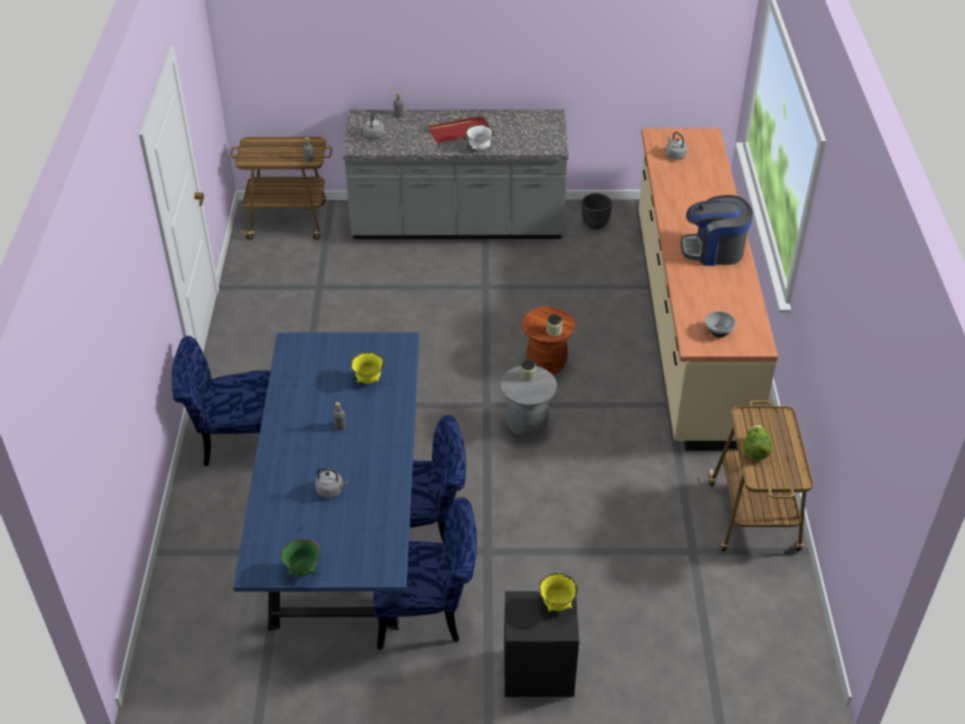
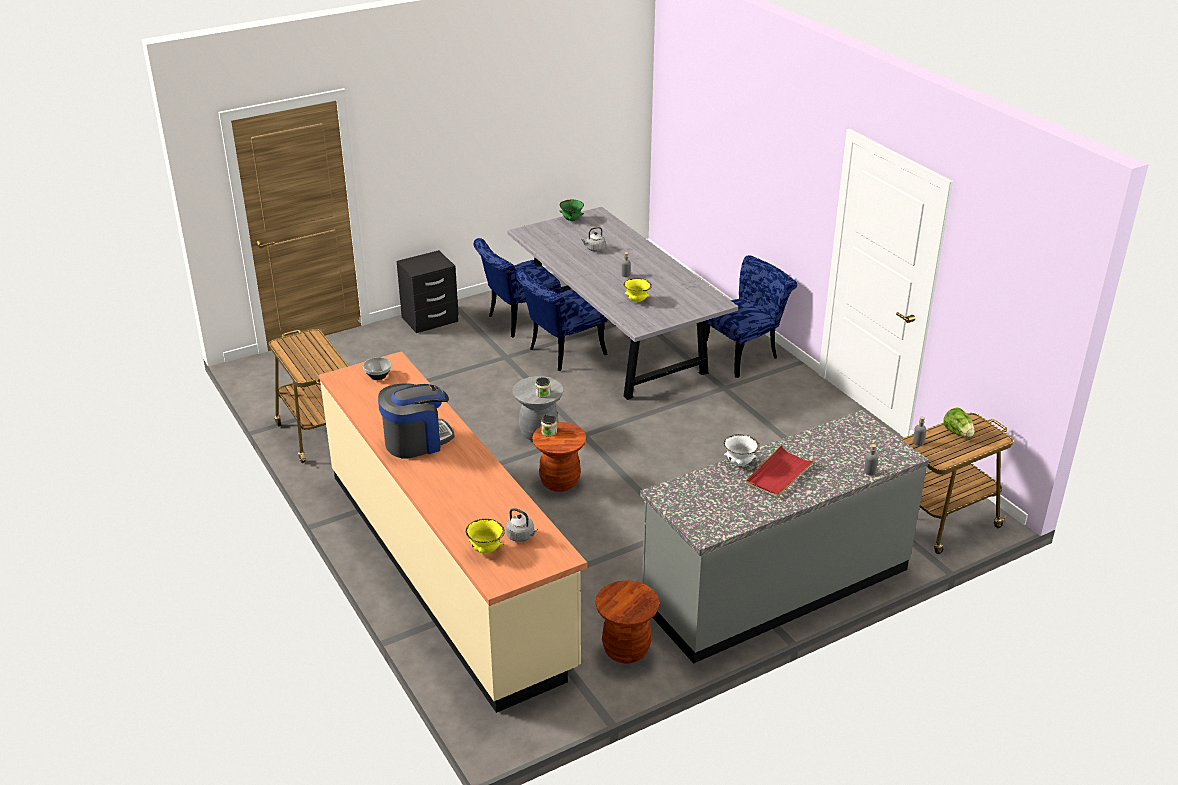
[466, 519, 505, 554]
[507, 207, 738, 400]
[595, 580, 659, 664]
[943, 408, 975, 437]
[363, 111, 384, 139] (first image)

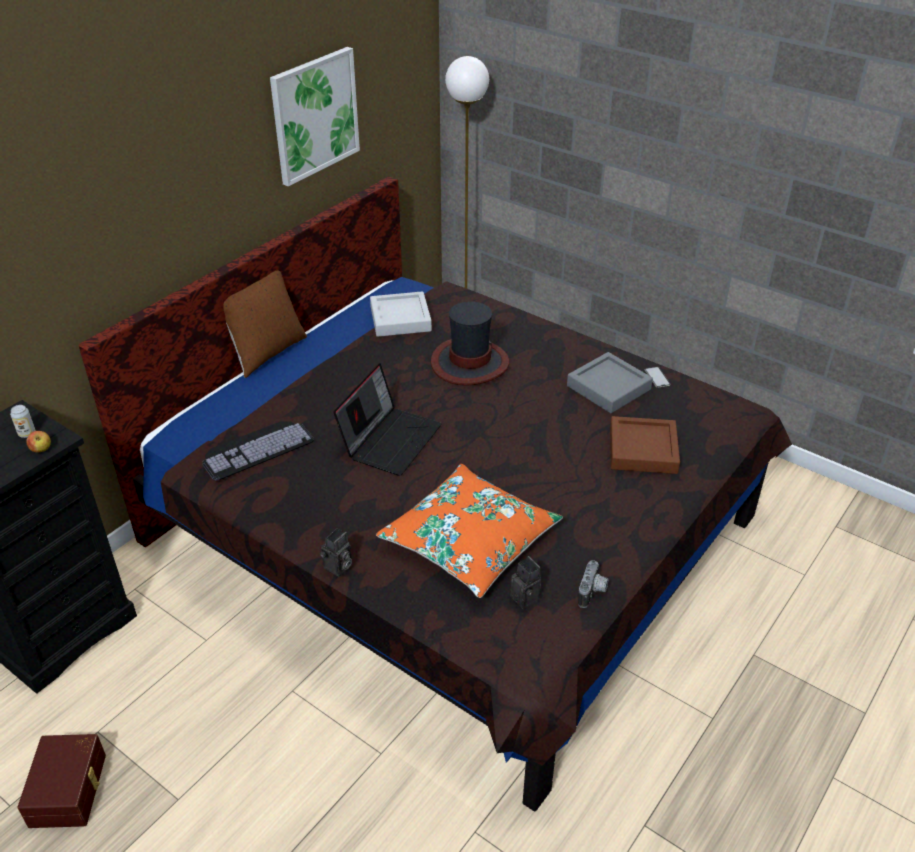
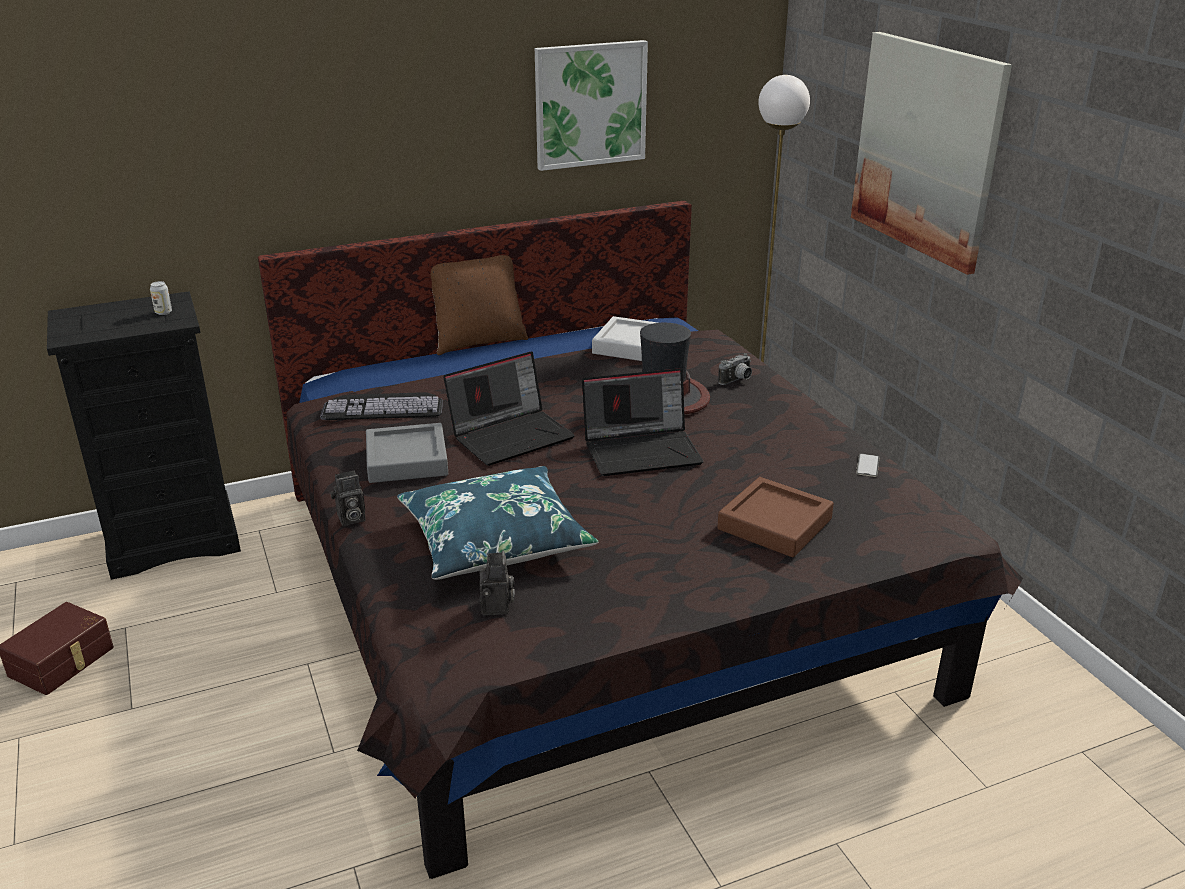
[366, 423, 448, 483]
[397, 466, 598, 580]
[582, 368, 704, 476]
[718, 353, 752, 385]
[851, 32, 1012, 275]
[26, 431, 51, 453] (first image)

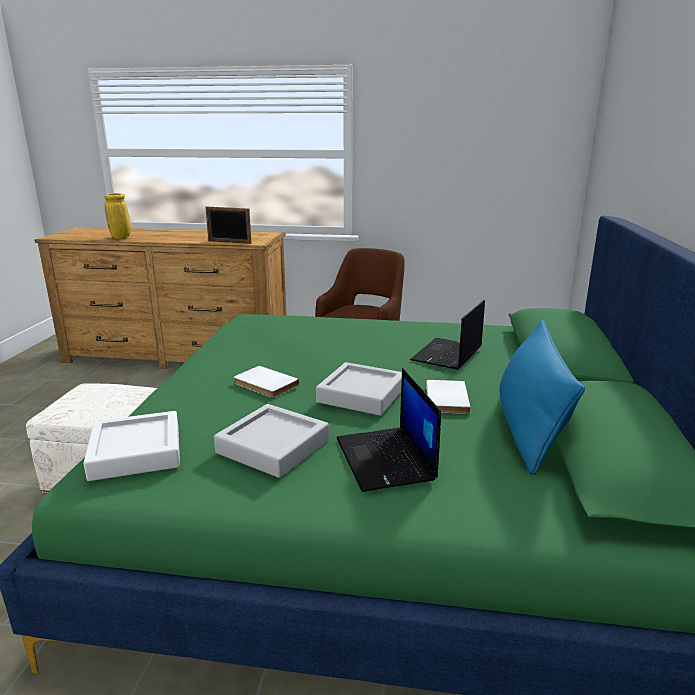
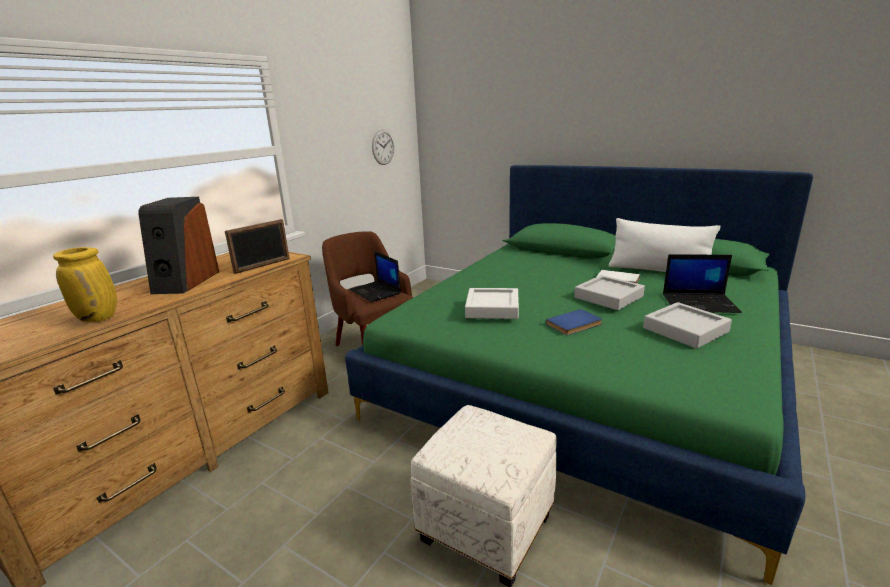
[138, 197, 219, 294]
[349, 251, 401, 302]
[372, 130, 394, 165]
[465, 288, 519, 319]
[546, 309, 602, 335]
[609, 218, 721, 272]

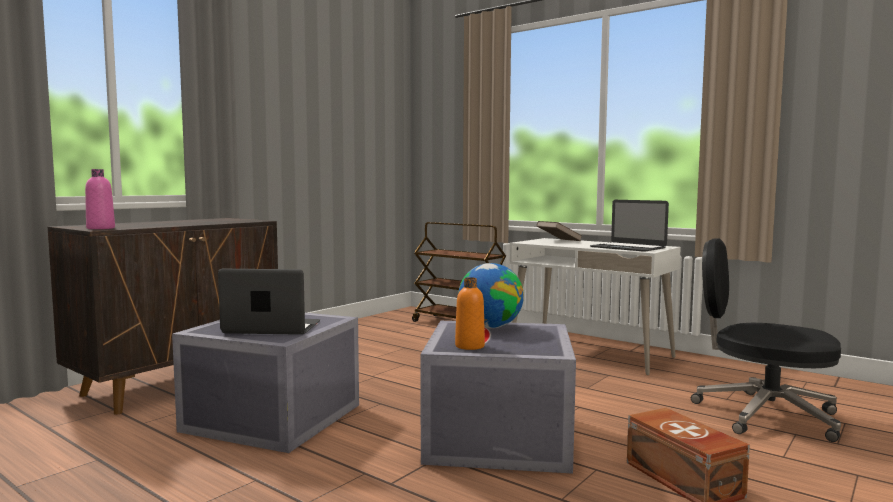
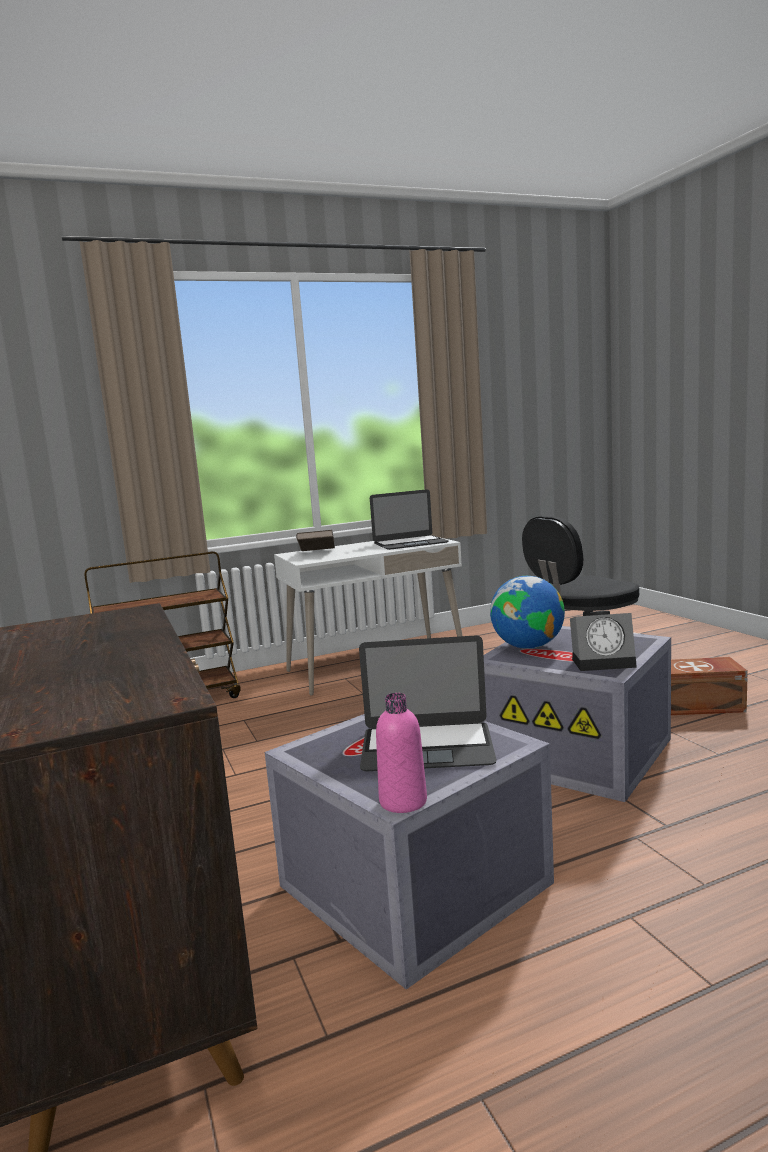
[359, 636, 497, 771]
[376, 693, 427, 813]
[570, 611, 637, 671]

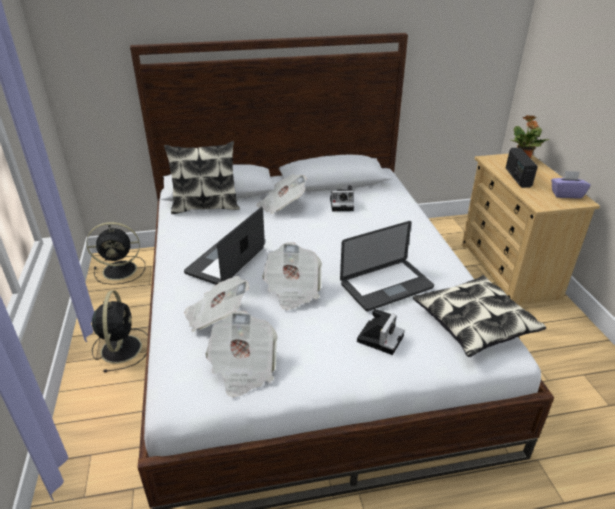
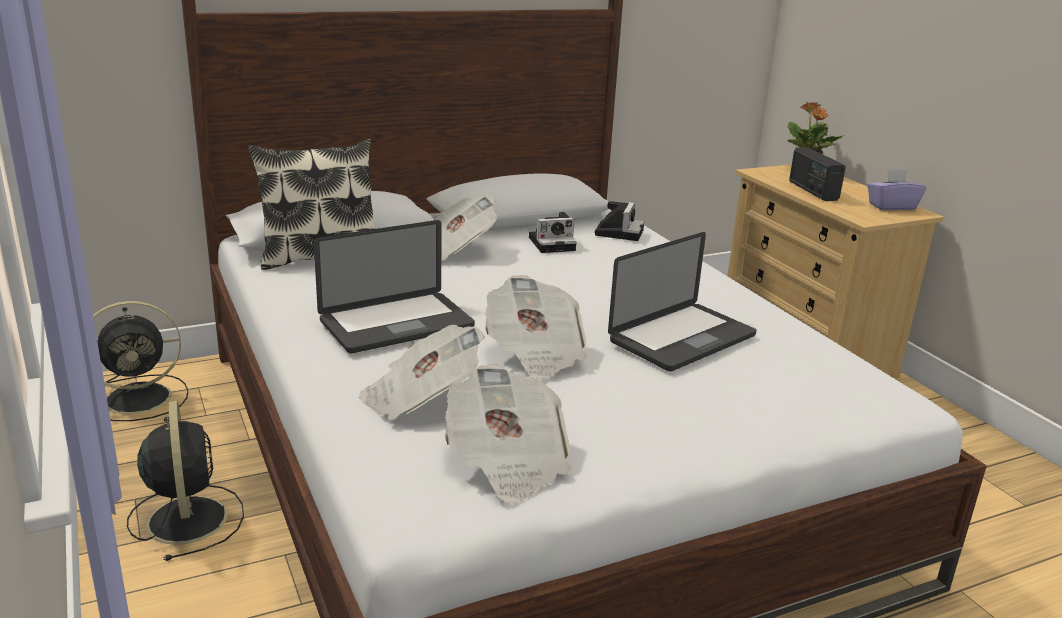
[314, 220, 475, 353]
[594, 201, 644, 241]
[413, 275, 546, 357] (first image)

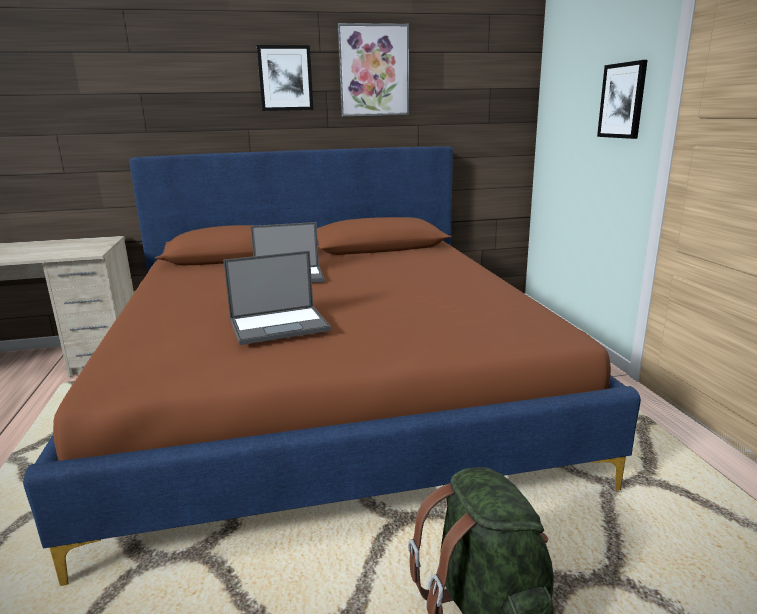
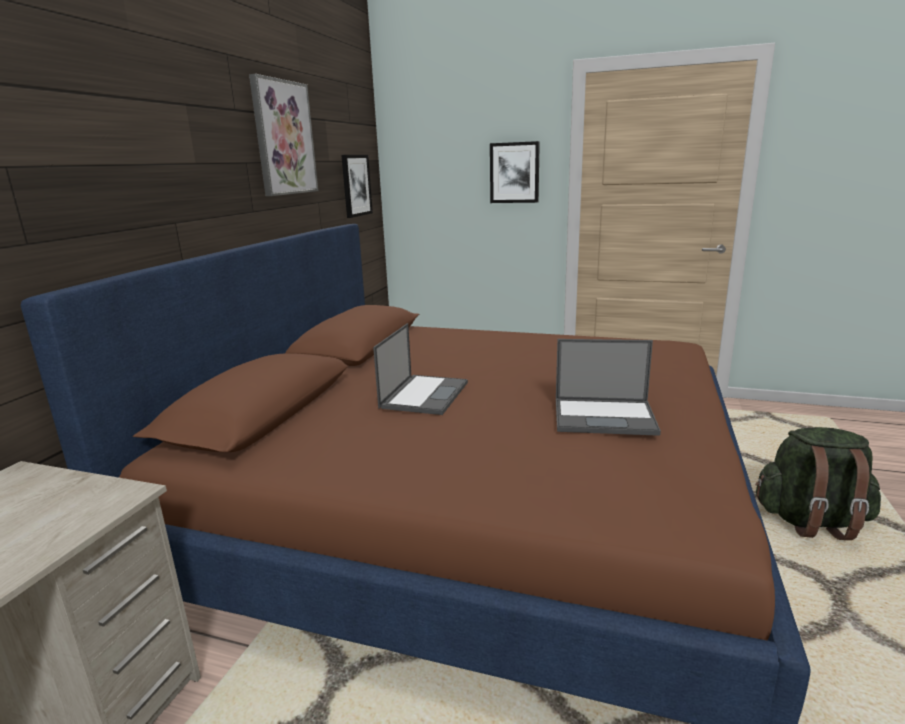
[341, 155, 373, 218]
[556, 339, 661, 436]

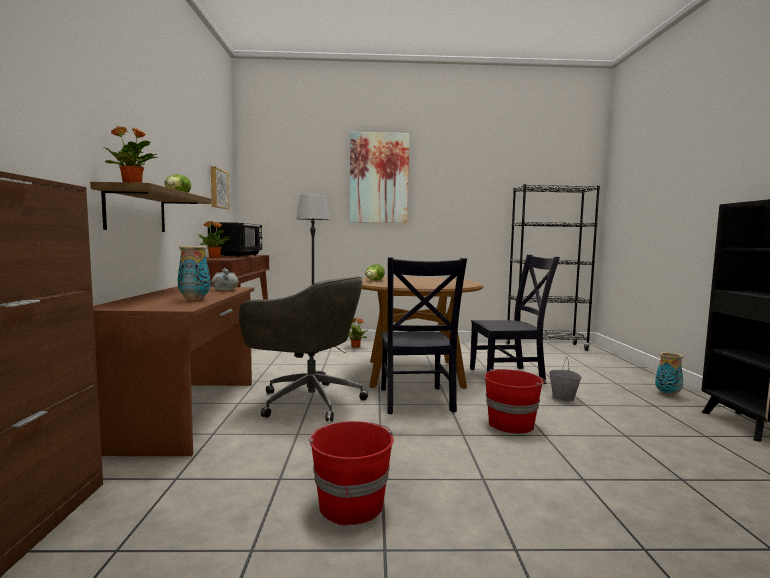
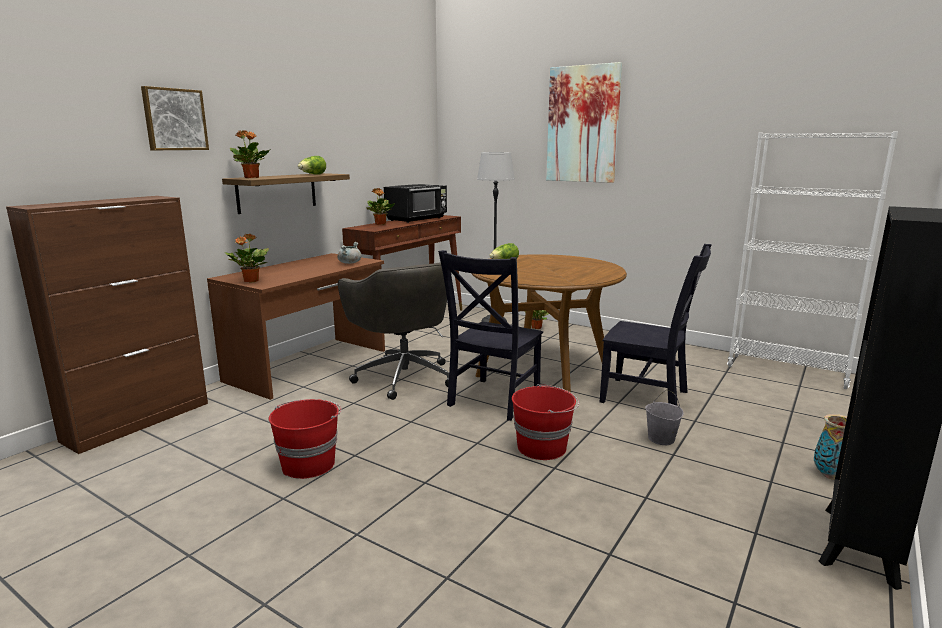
[141, 86, 209, 150]
[225, 234, 269, 282]
[727, 131, 898, 389]
[178, 246, 210, 301] (first image)

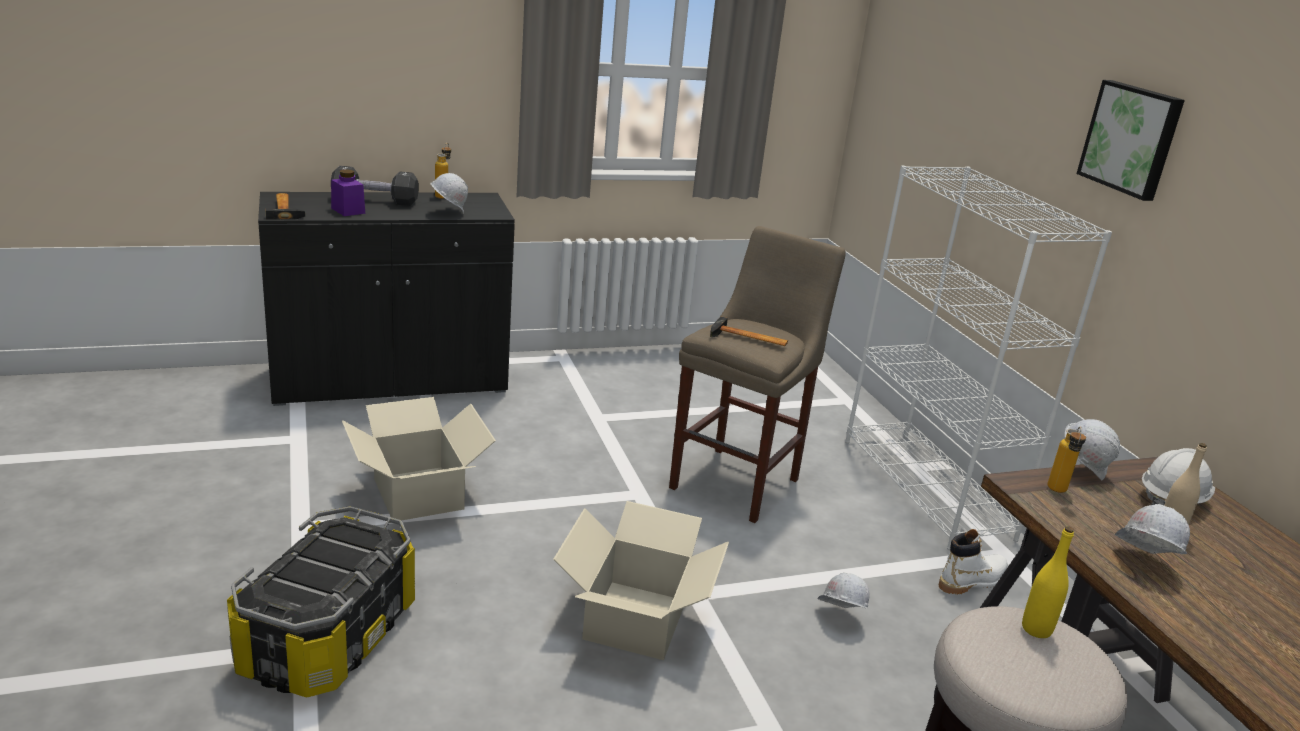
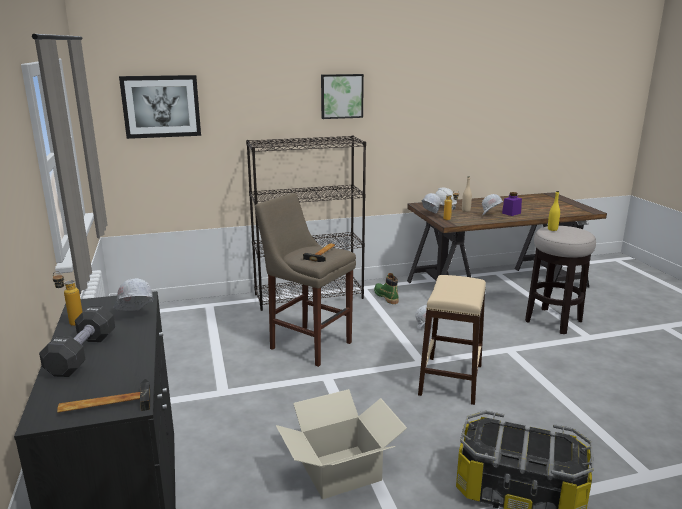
[119, 75, 201, 139]
[246, 135, 366, 311]
[374, 273, 399, 304]
[418, 275, 486, 405]
[502, 192, 522, 216]

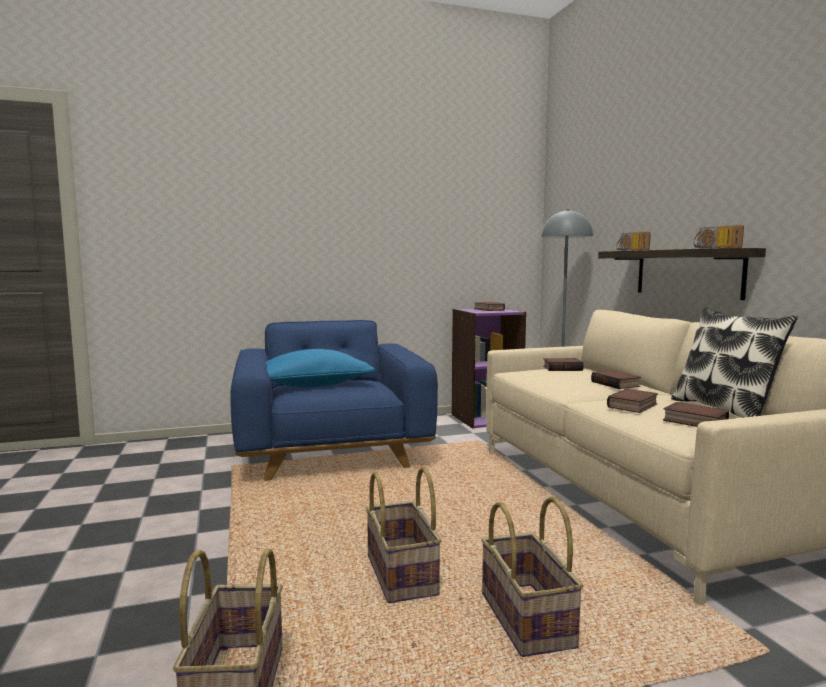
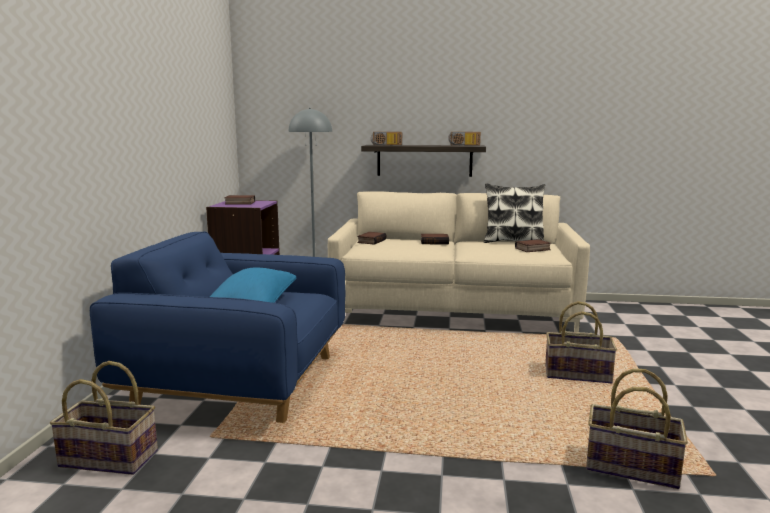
[50, 361, 158, 475]
[607, 389, 658, 413] (first image)

